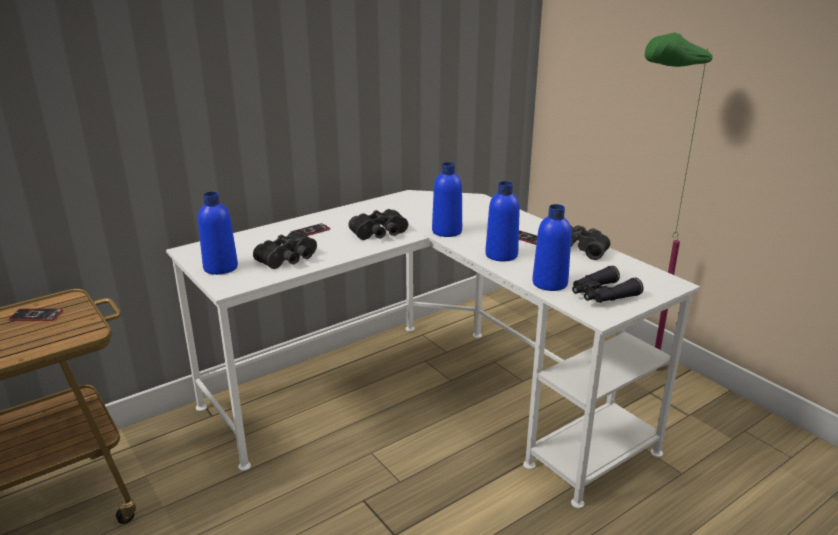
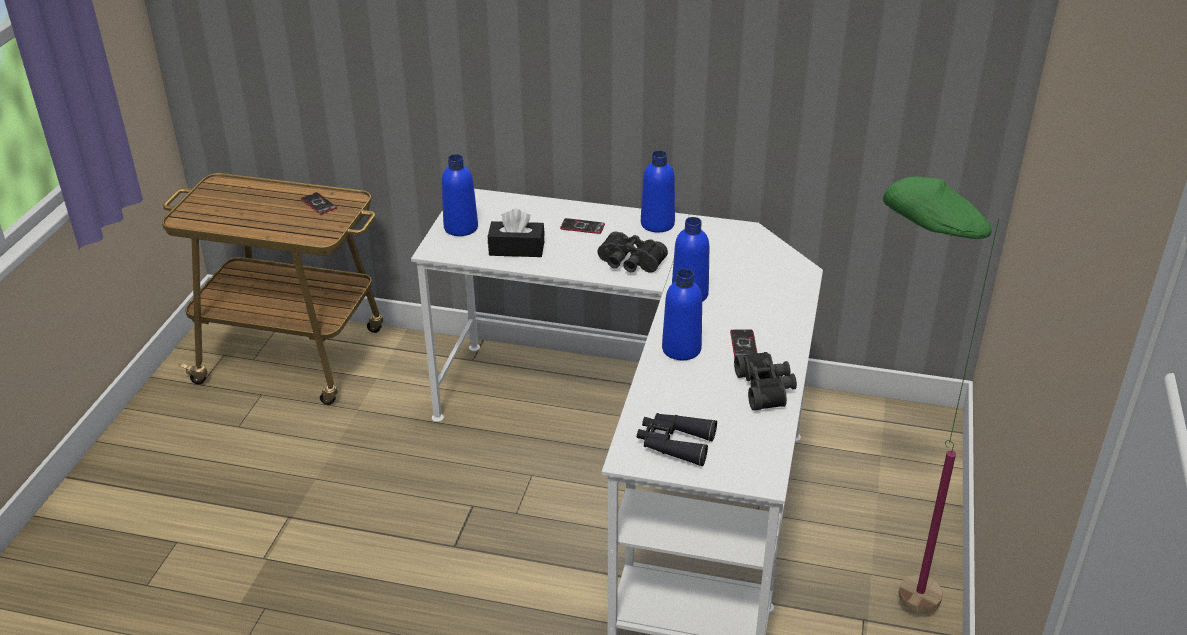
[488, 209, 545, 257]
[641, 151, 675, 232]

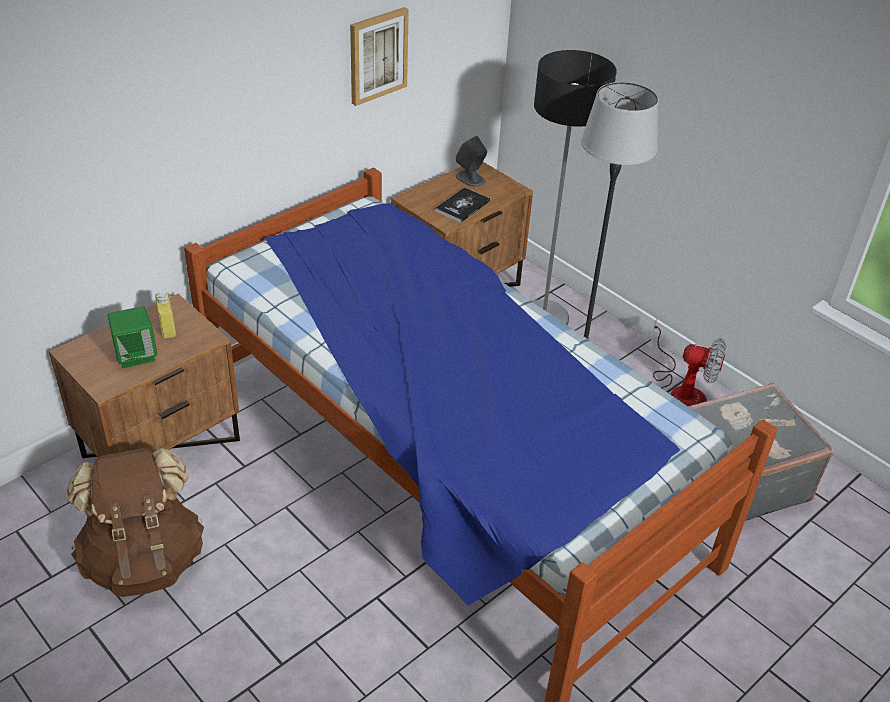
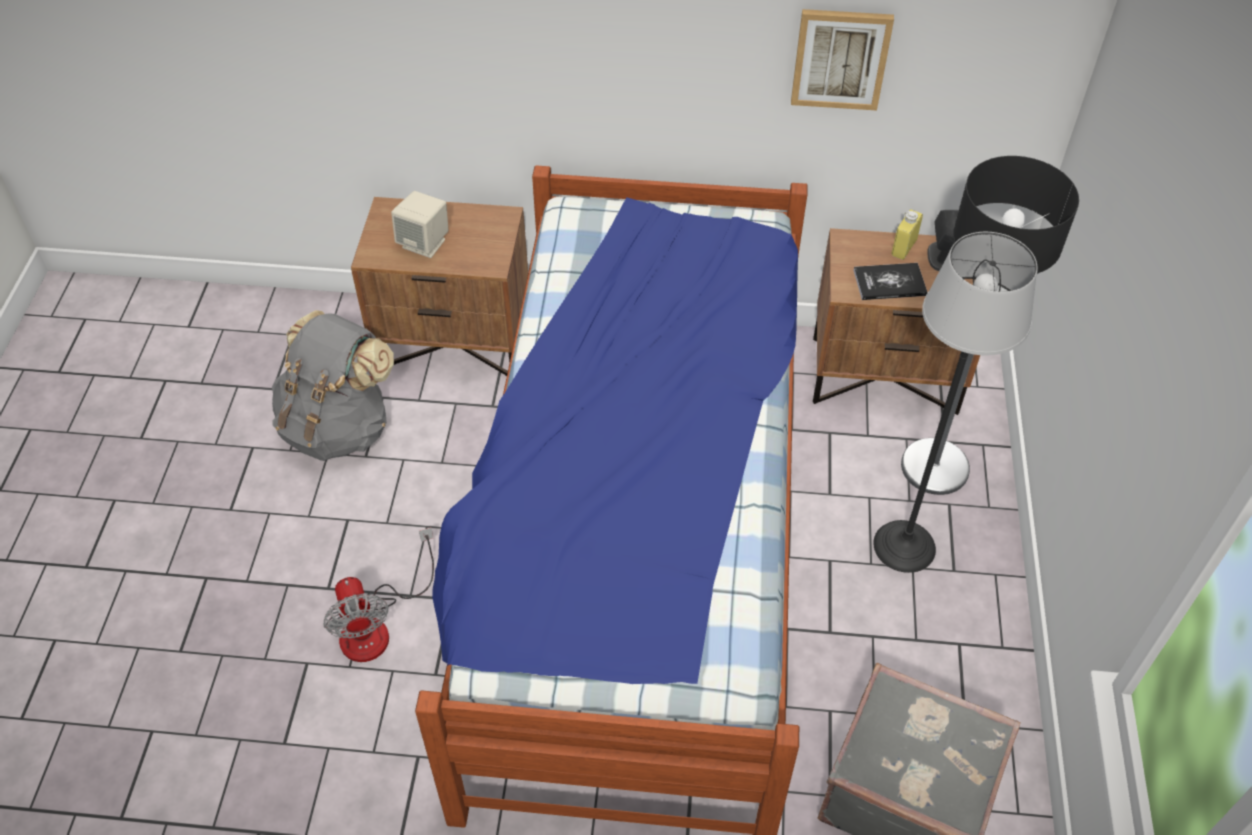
[272, 310, 394, 461]
[323, 528, 434, 662]
[391, 191, 448, 258]
[892, 210, 923, 260]

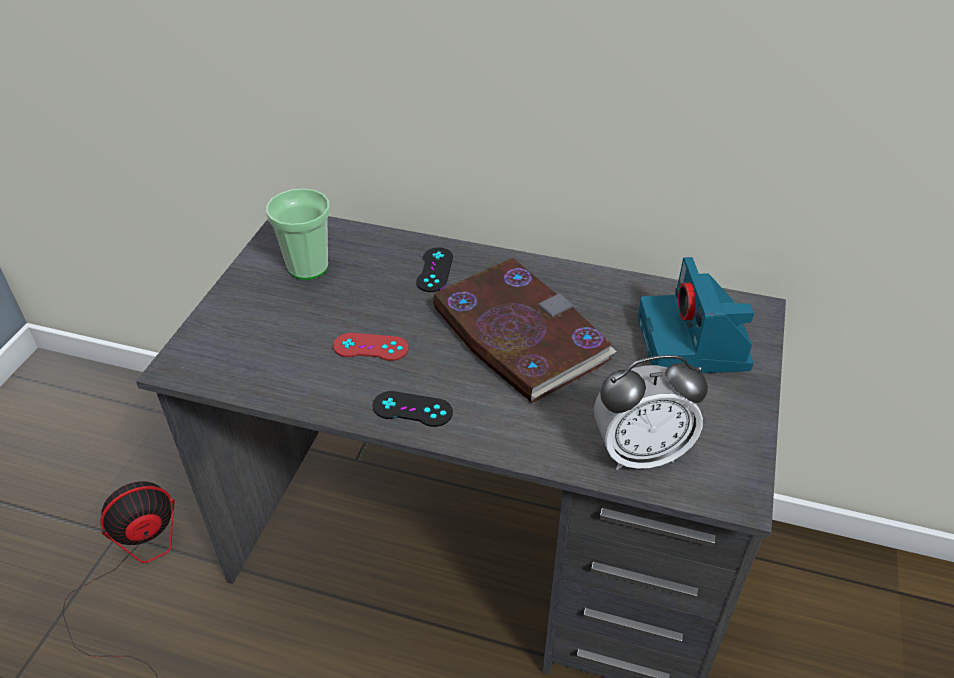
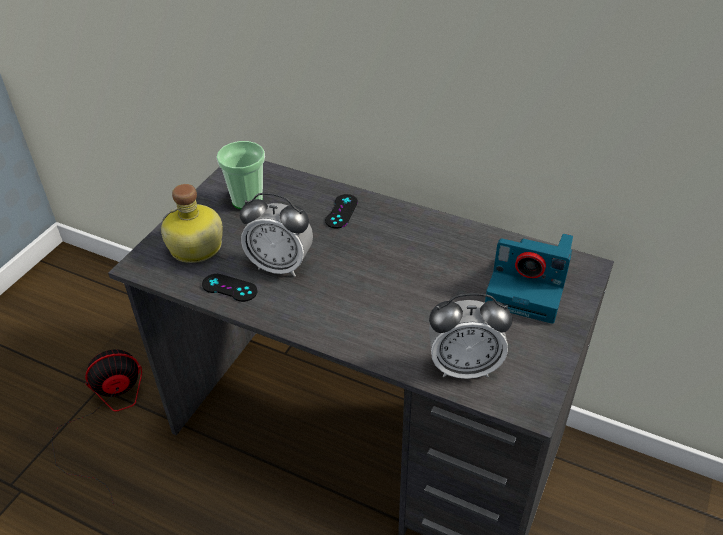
[161, 184, 223, 263]
[202, 274, 257, 302]
[240, 193, 313, 277]
[485, 234, 573, 324]
[433, 258, 617, 403] (first image)

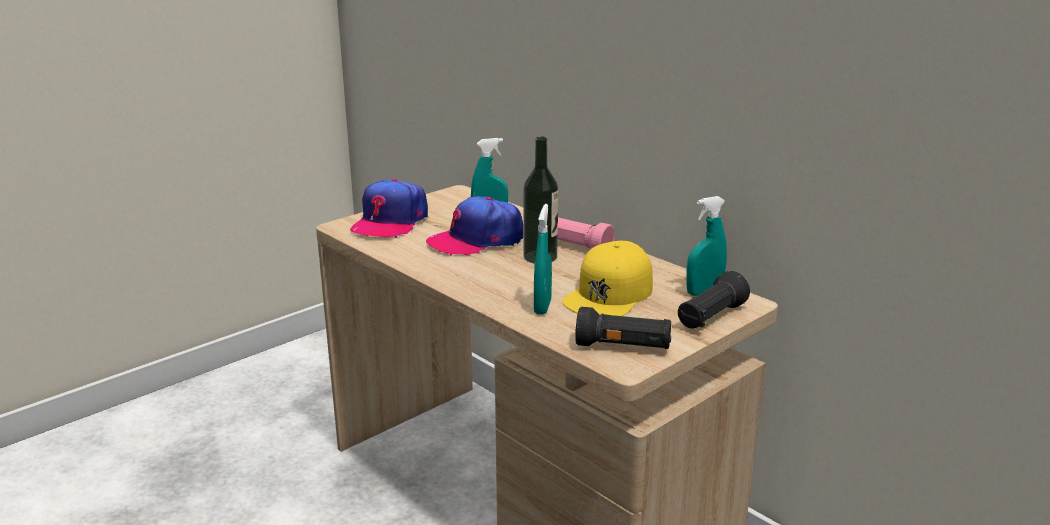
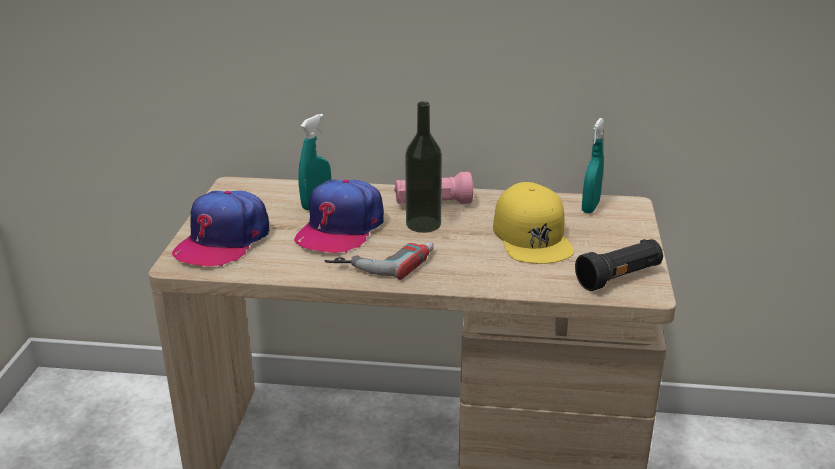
[172, 191, 270, 267]
[324, 242, 434, 280]
[534, 204, 552, 315] (first image)
[678, 271, 750, 329] (first image)

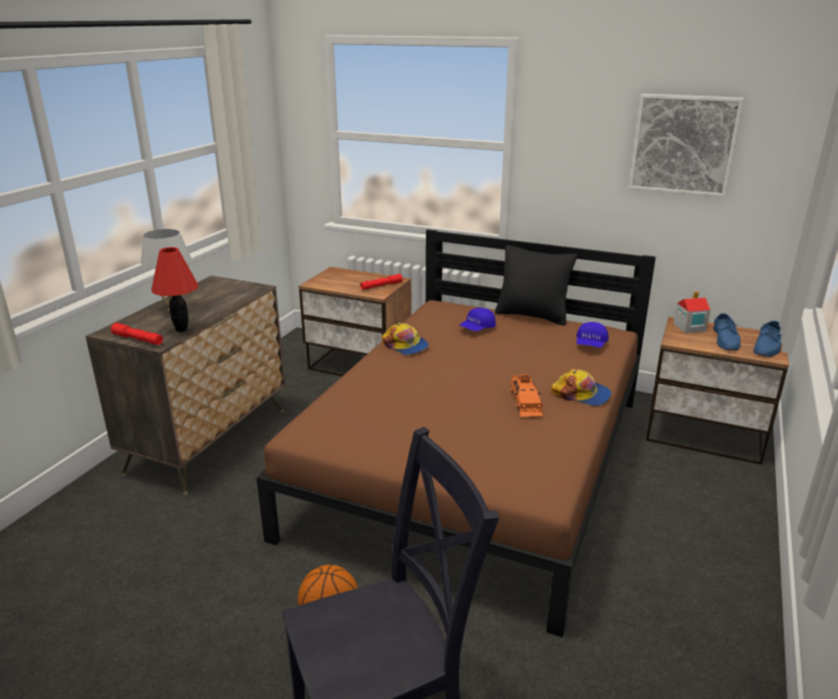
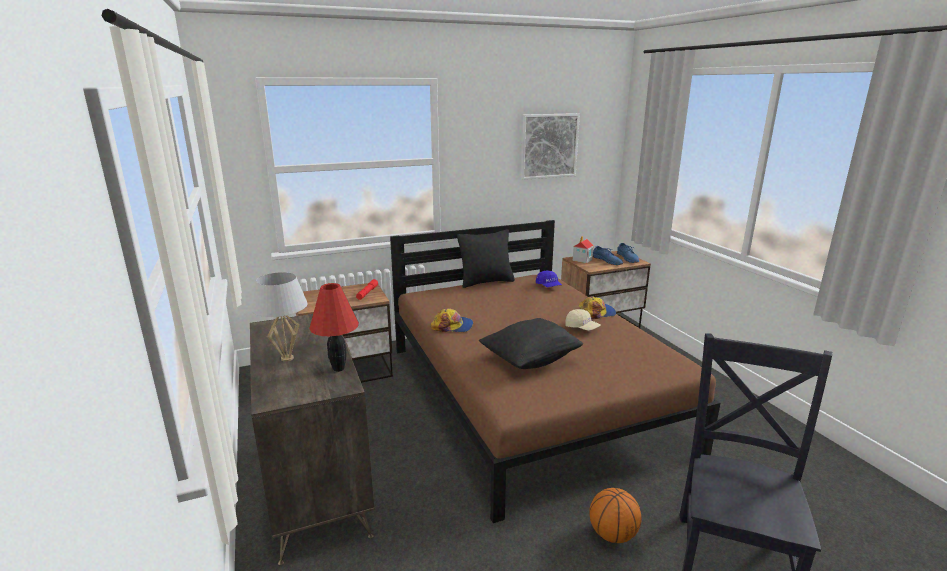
[479, 318, 583, 369]
[565, 309, 601, 331]
[111, 323, 163, 345] (first image)
[459, 308, 496, 331] (first image)

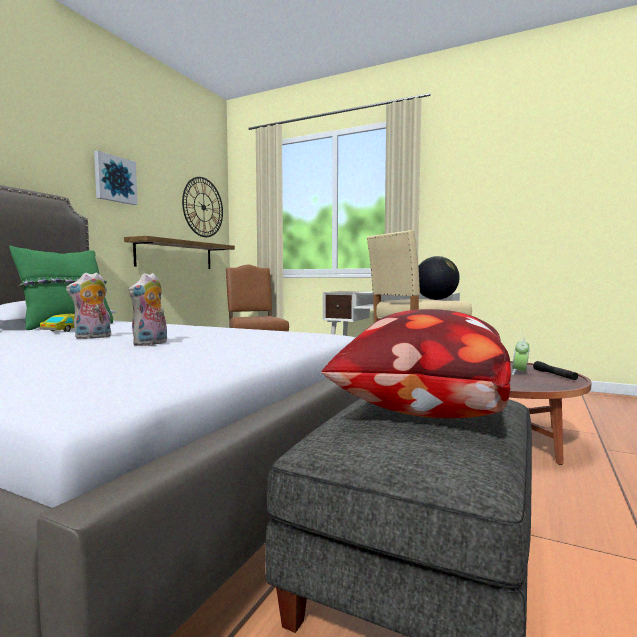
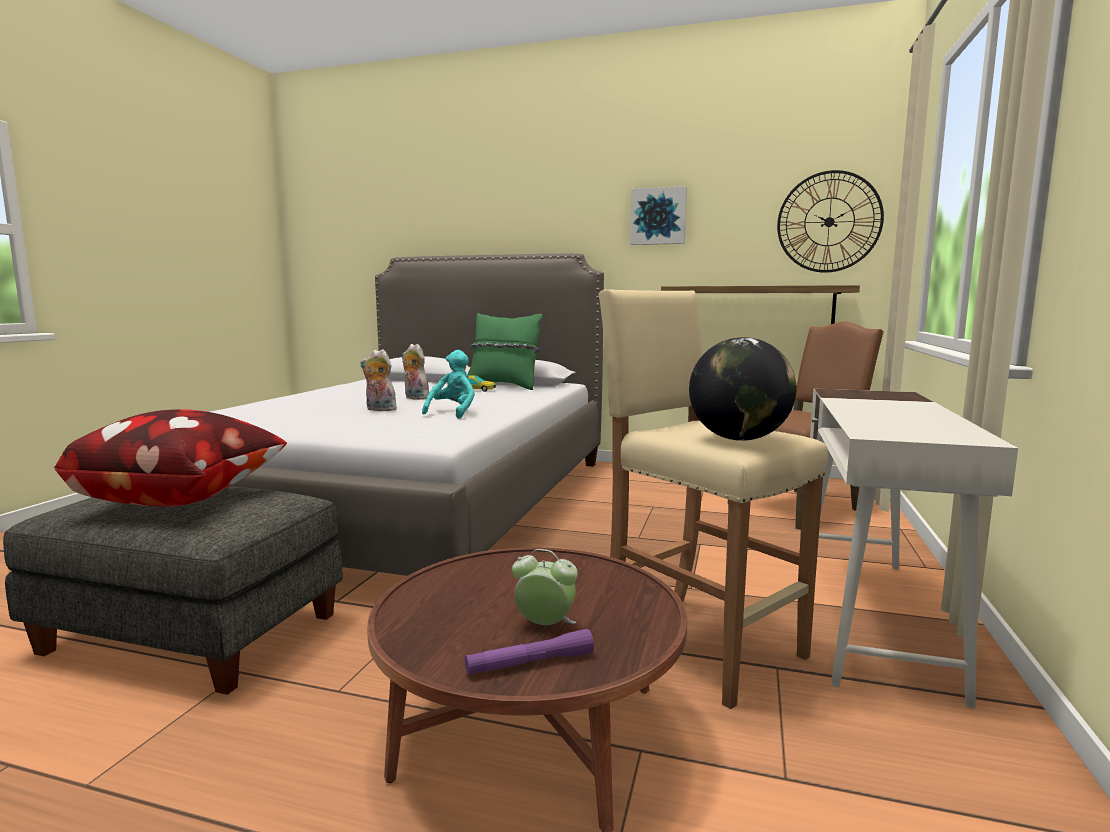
[422, 350, 475, 419]
[465, 629, 594, 675]

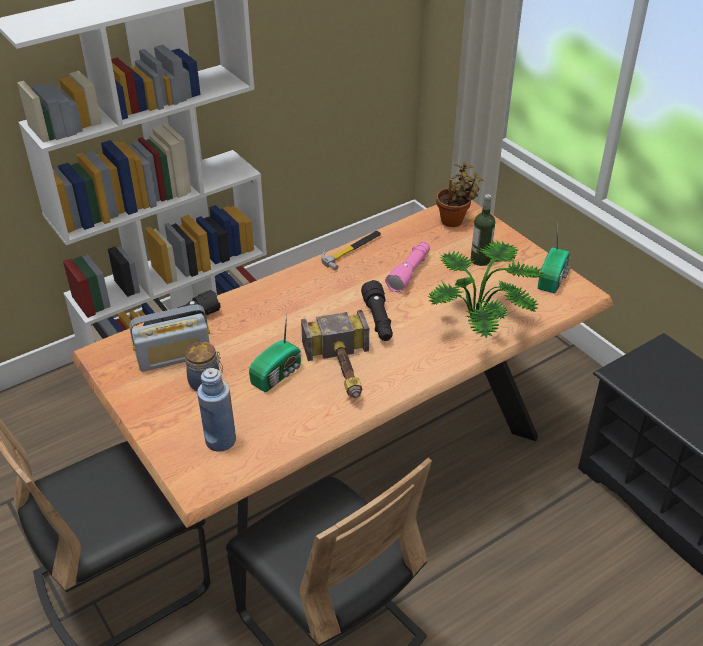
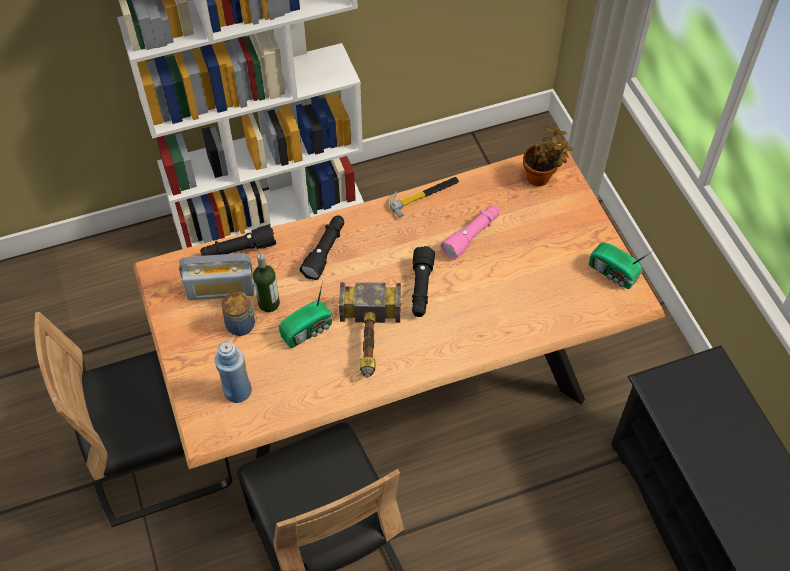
[253, 253, 280, 312]
[300, 215, 344, 280]
[589, 243, 651, 289]
[427, 240, 545, 338] (first image)

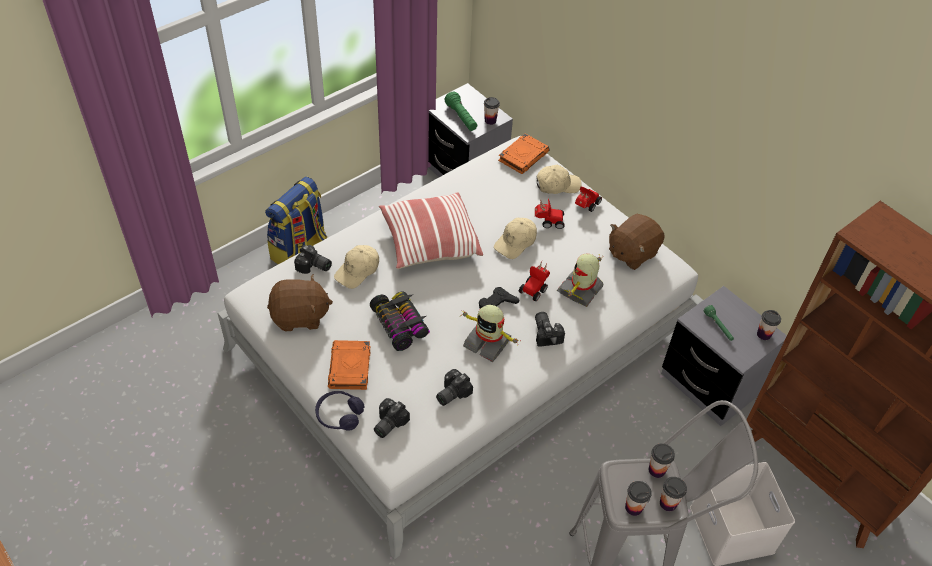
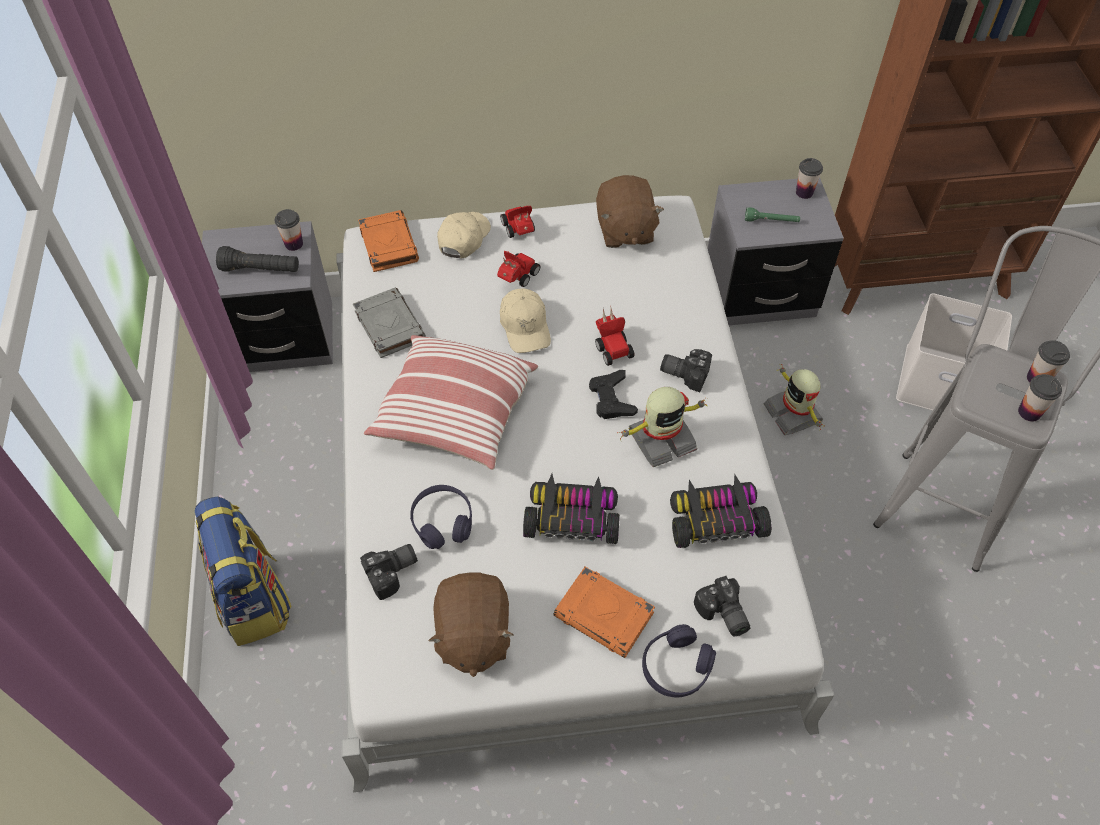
[216, 246, 299, 272]
[353, 288, 426, 358]
[410, 485, 472, 549]
[428, 572, 514, 677]
[670, 473, 772, 548]
[764, 364, 825, 435]
[649, 443, 675, 478] (first image)

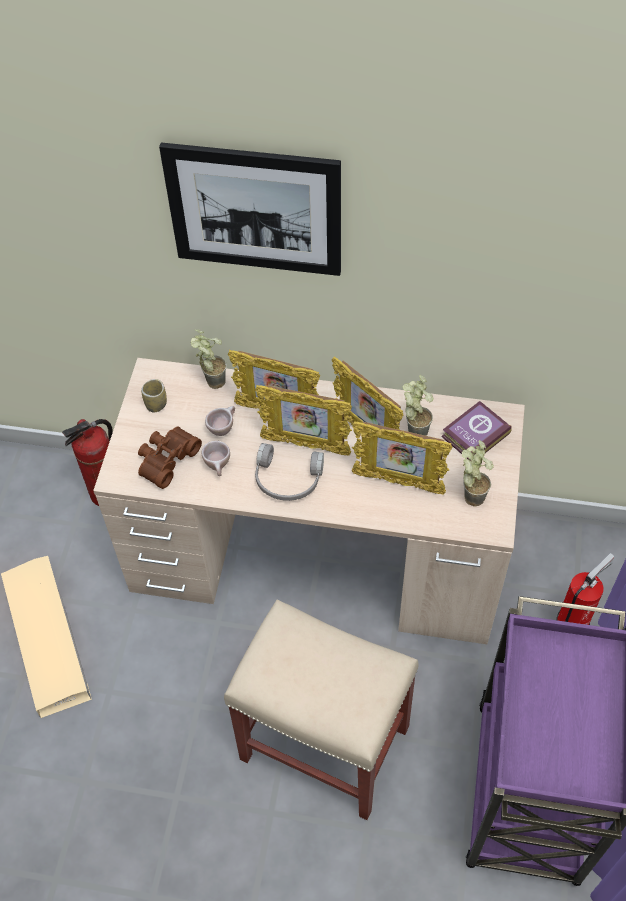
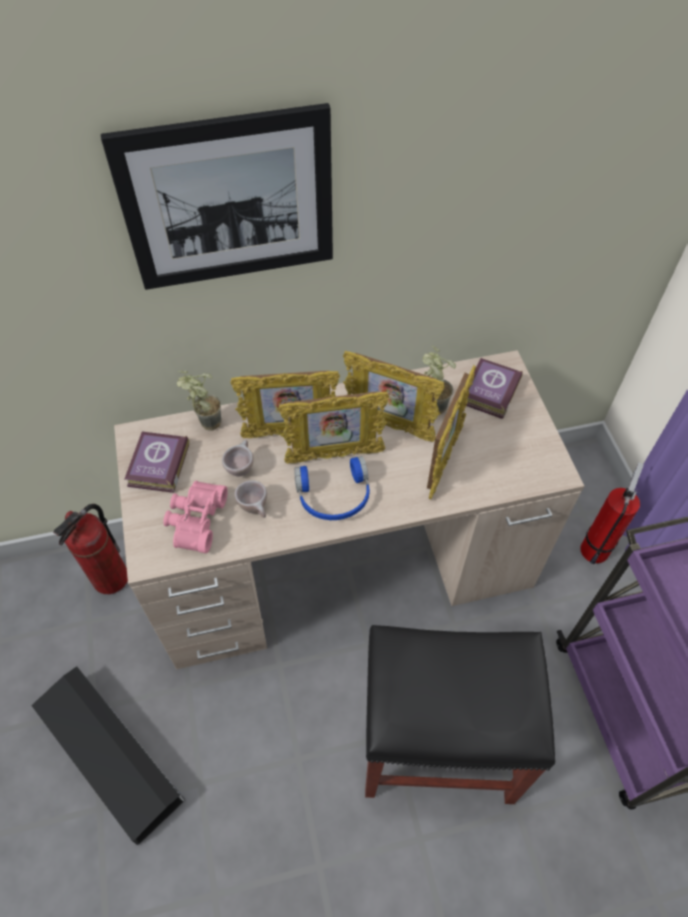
[31, 667, 185, 845]
[125, 432, 189, 493]
[163, 481, 228, 553]
[294, 456, 370, 520]
[365, 625, 555, 804]
[427, 365, 476, 499]
[461, 440, 494, 507] (first image)

